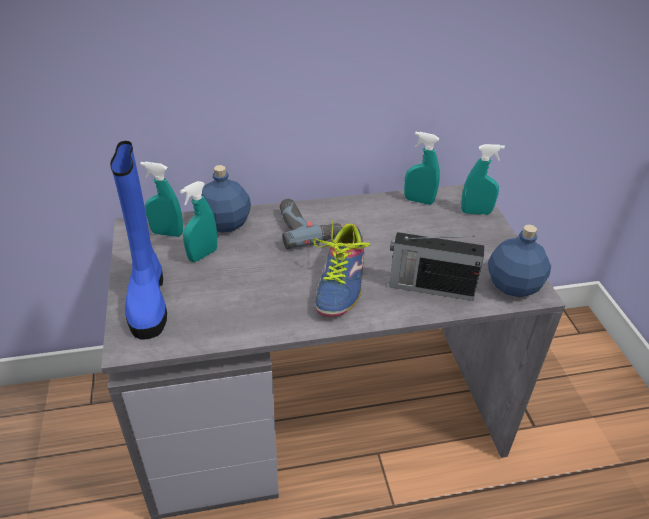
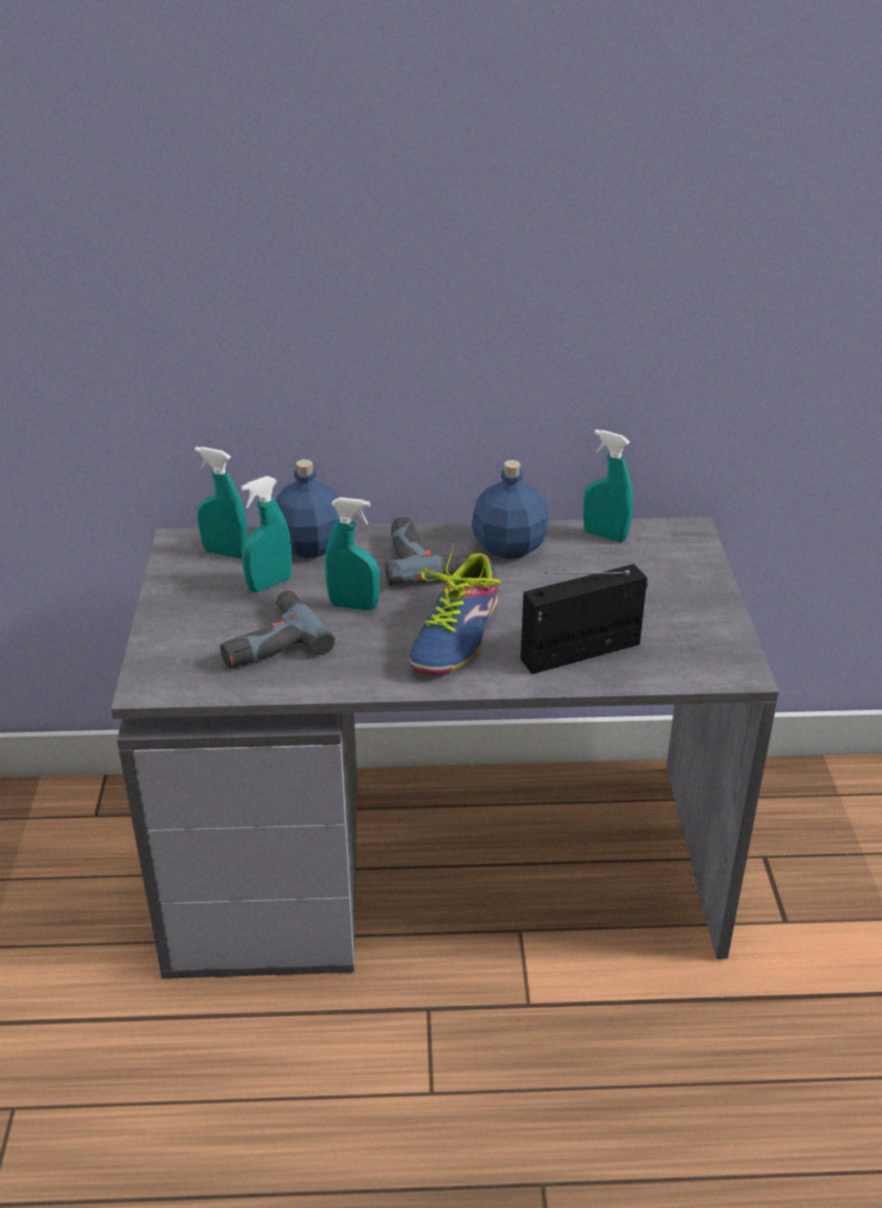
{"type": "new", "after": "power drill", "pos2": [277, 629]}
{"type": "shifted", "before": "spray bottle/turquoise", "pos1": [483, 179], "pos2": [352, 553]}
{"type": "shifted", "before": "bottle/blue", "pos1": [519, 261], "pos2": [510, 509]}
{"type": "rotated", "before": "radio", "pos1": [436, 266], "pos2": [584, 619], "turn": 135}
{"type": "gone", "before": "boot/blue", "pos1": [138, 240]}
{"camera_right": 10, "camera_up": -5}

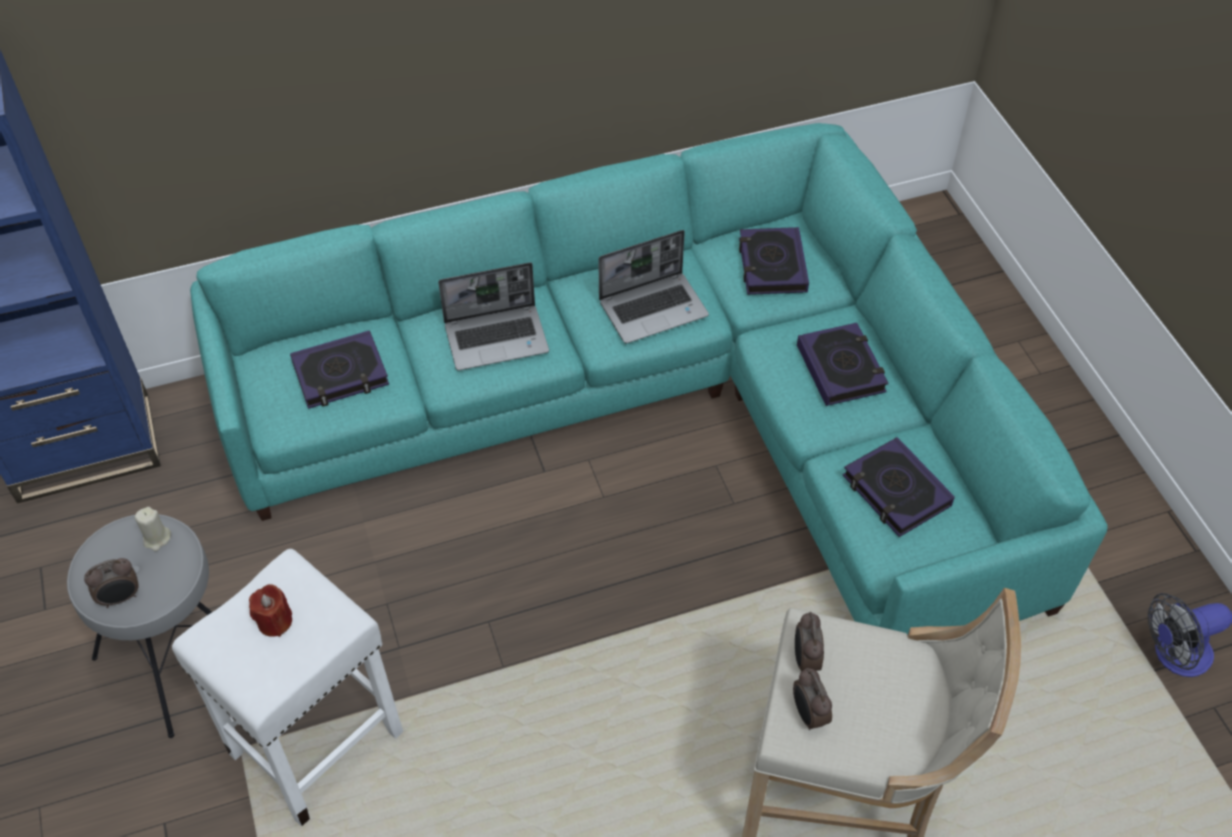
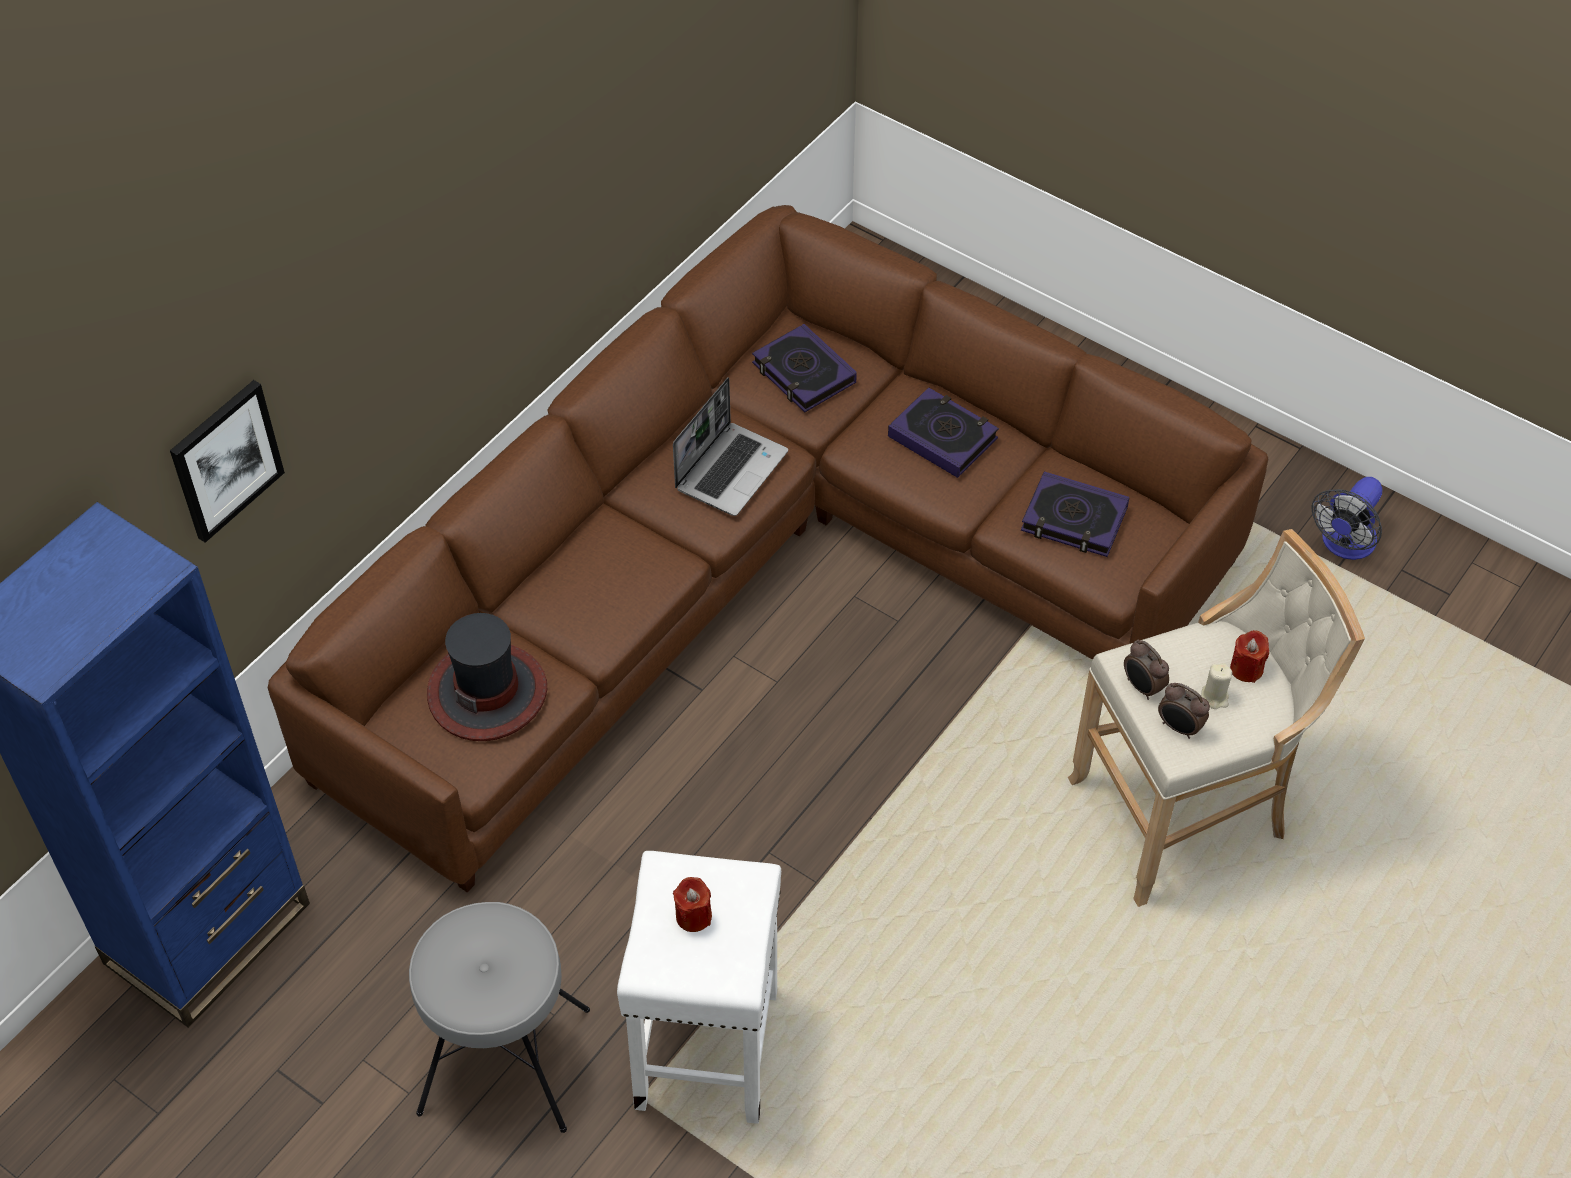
{"type": "new", "after": "picture", "pos2": [227, 461]}
{"type": "repainted", "before": "sofa/turquoise", "after": "sofa/brown", "pos1": [649, 379], "pos2": [768, 549]}
{"type": "swapped", "before": "book", "after": "hat", "pos1": [339, 369], "pos2": [487, 677]}
{"type": "shifted", "before": "candle/beige", "pos1": [153, 529], "pos2": [1216, 686]}
{"type": "new", "after": "candle/red", "pos2": [1249, 656]}
{"type": "gone", "before": "alarm clock", "pos1": [111, 583]}
{"type": "gone", "before": "laptop", "pos1": [493, 316]}
{"camera_right": -35, "camera_up": 0}

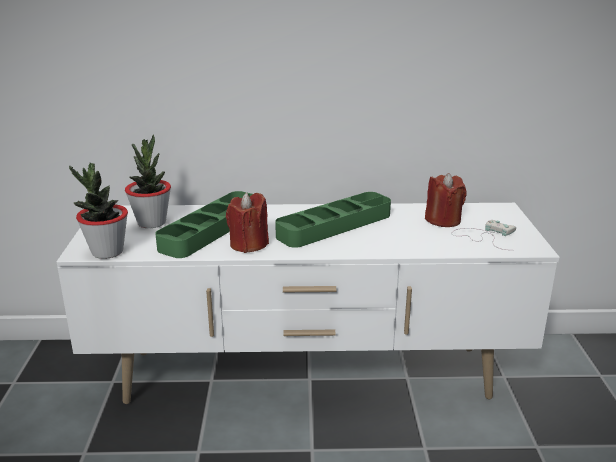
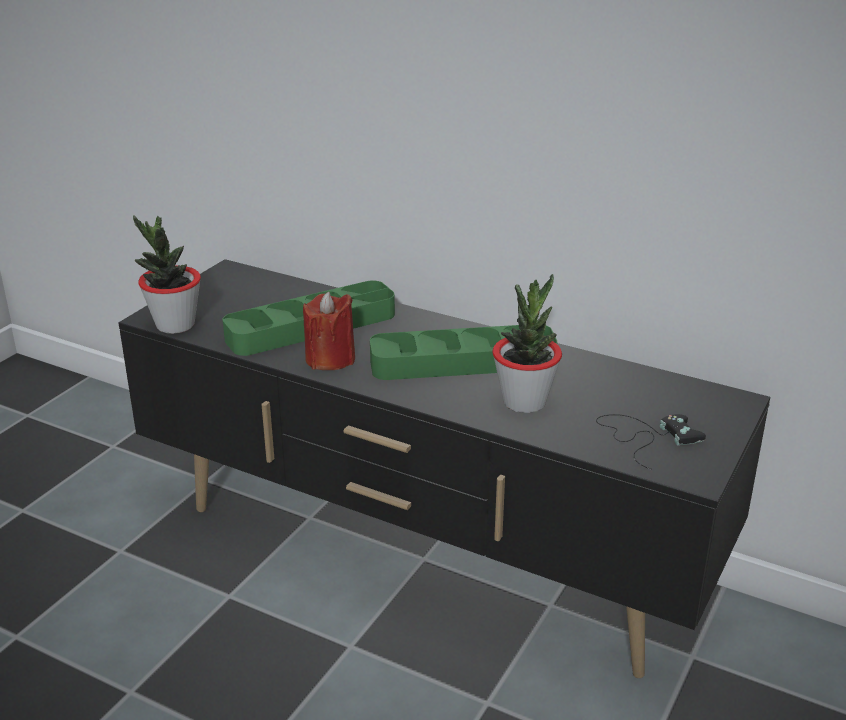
{"type": "repainted", "before": "tv stand/white", "after": "tv stand/black", "pos1": [308, 303], "pos2": [444, 468]}
{"type": "shifted", "before": "potted plant", "pos1": [148, 181], "pos2": [527, 343]}
{"type": "repainted", "before": "game controller/white", "after": "game controller/black", "pos1": [483, 235], "pos2": [651, 442]}
{"type": "gone", "before": "candle/red", "pos1": [445, 200]}
{"camera_right": 30, "camera_up": 5}

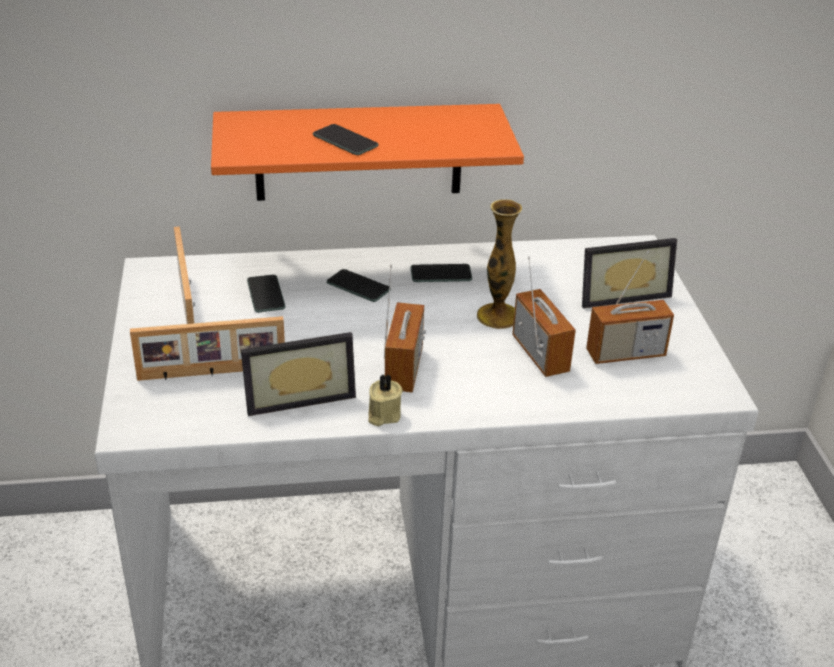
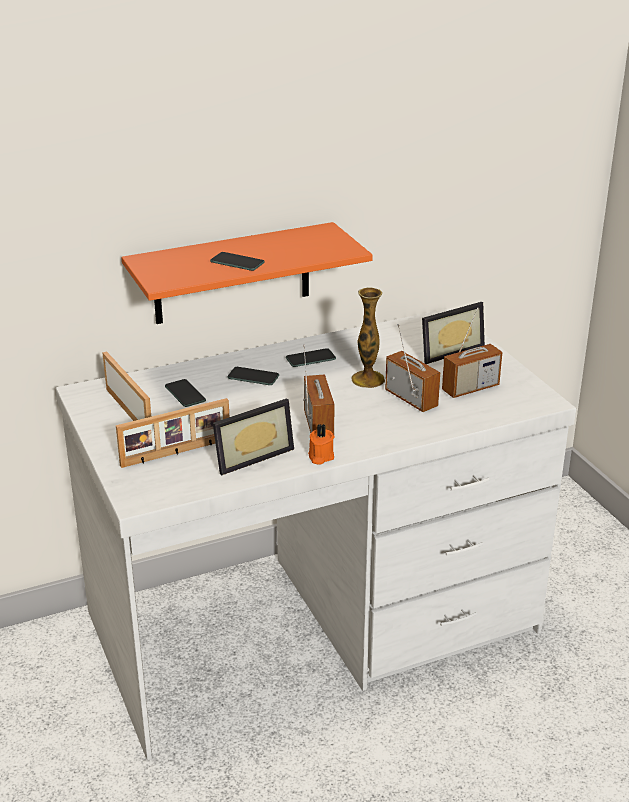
{"type": "repainted", "before": "candle/beige", "after": "candle/orange", "pos1": [385, 400], "pos2": [321, 444]}
{"camera_right": -15, "camera_up": -5}

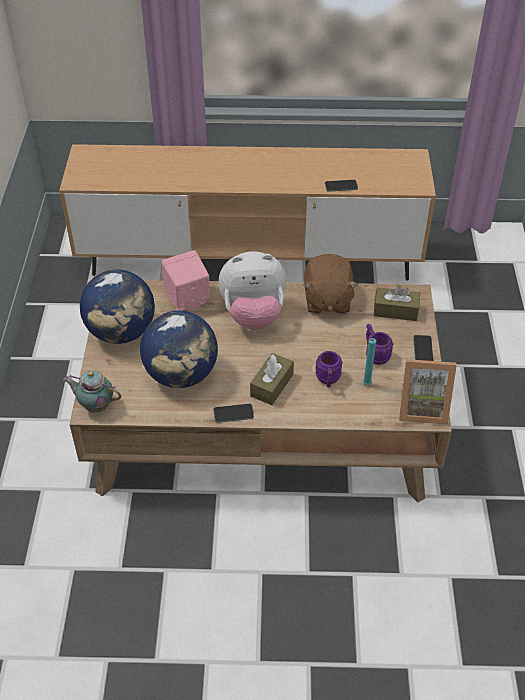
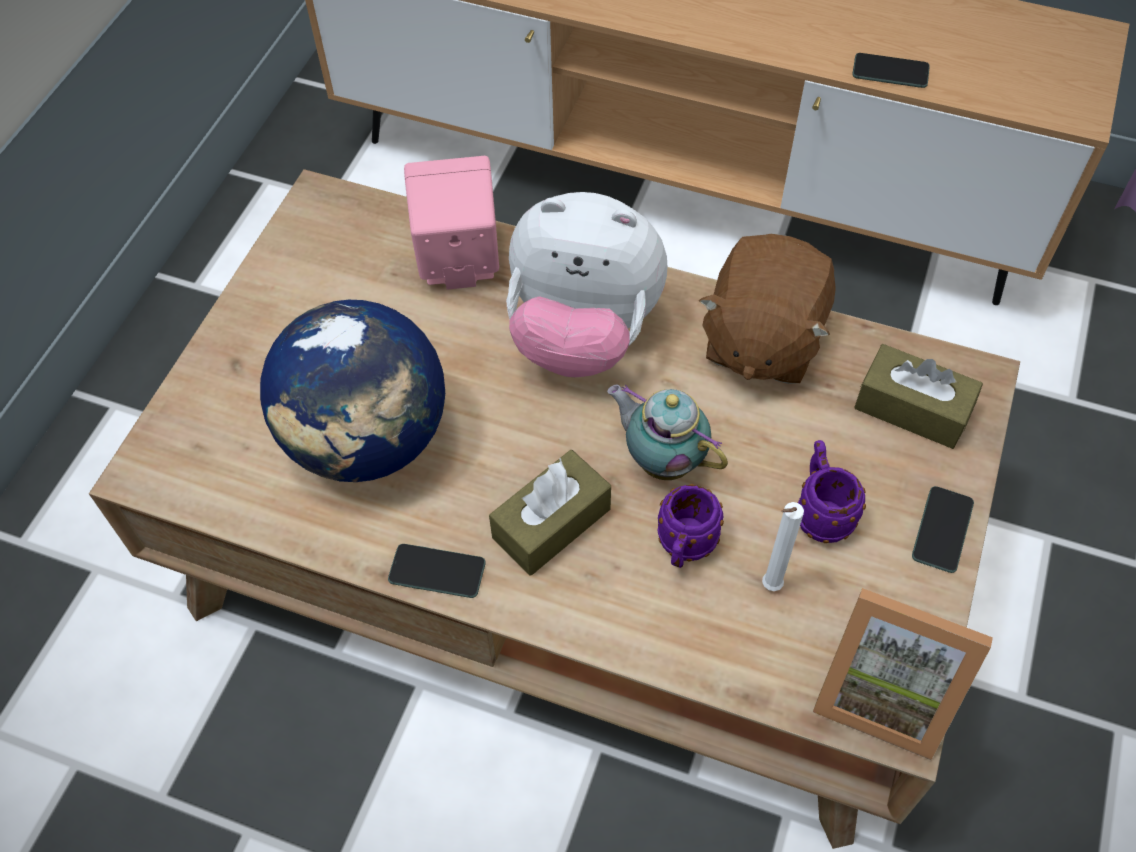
{"type": "shifted", "before": "teapot", "pos1": [92, 391], "pos2": [667, 432]}
{"type": "repainted", "before": "candle/turquoise", "after": "candle/white", "pos1": [369, 361], "pos2": [783, 546]}
{"type": "gone", "before": "globe", "pos1": [117, 307]}
{"camera_right": 20, "camera_up": 10}

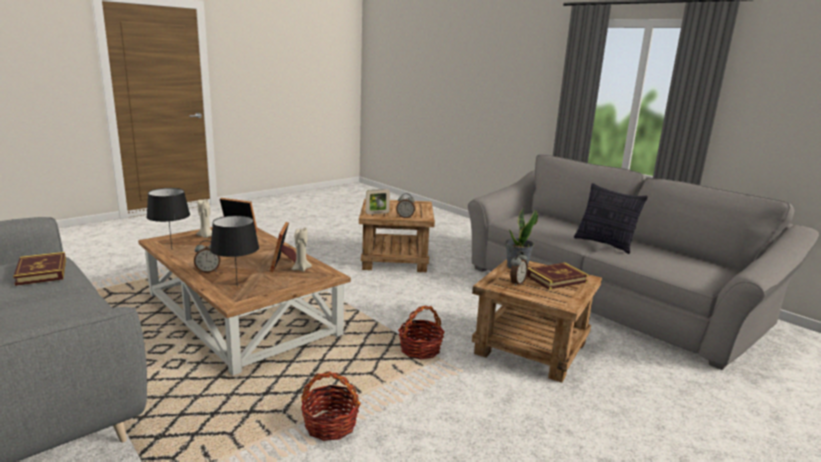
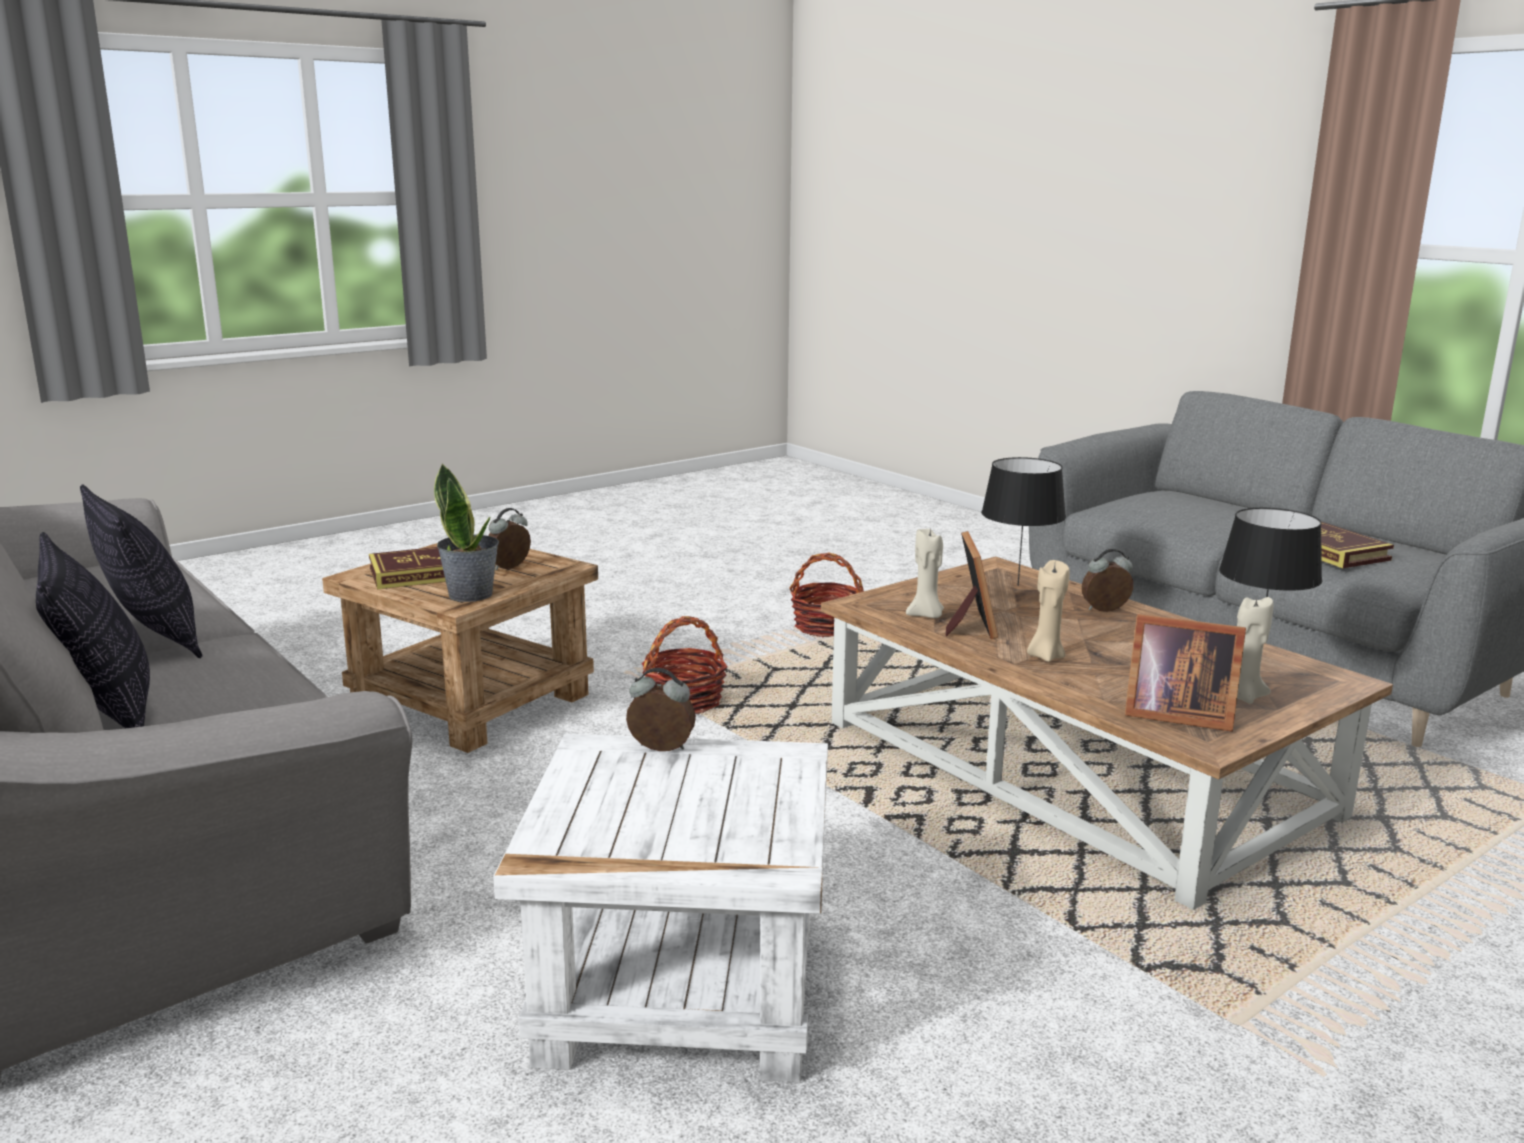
{"type": "new", "after": "pillow", "pos2": [93, 630]}
{"type": "repainted", "before": "side table/brown", "after": "side table/white", "pos1": [397, 235], "pos2": [660, 908]}
{"type": "new", "after": "candle/beige", "pos2": [1048, 611]}
{"type": "gone", "before": "picture frame", "pos1": [378, 201]}
{"camera_right": -175, "camera_up": 0}

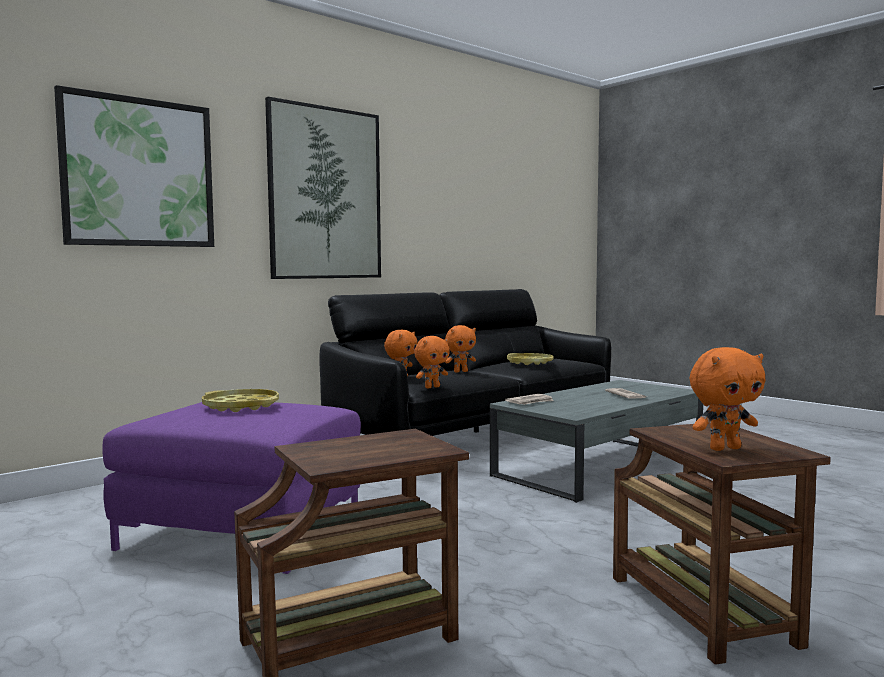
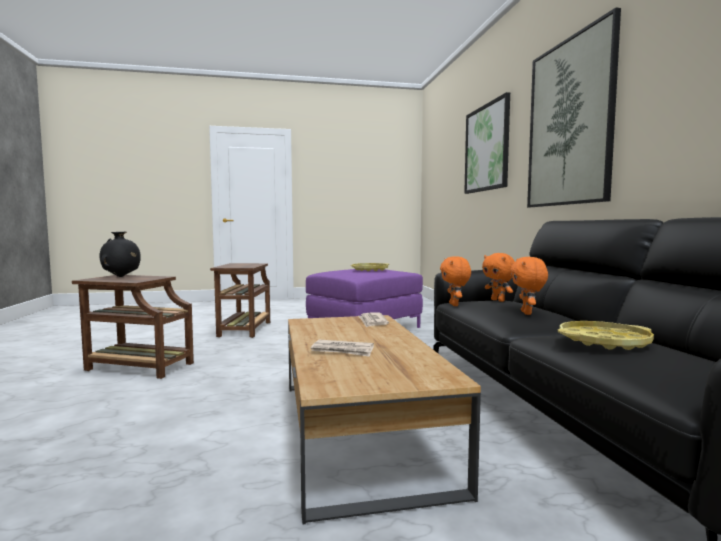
{"type": "swapped", "before": "plush toy/orange", "after": "vase/black", "pos1": [728, 399], "pos2": [120, 254]}
{"type": "repainted", "before": "coffee table/grey", "after": "coffee table/brown", "pos1": [596, 441], "pos2": [384, 419]}
{"camera_right": 120, "camera_up": 0}

